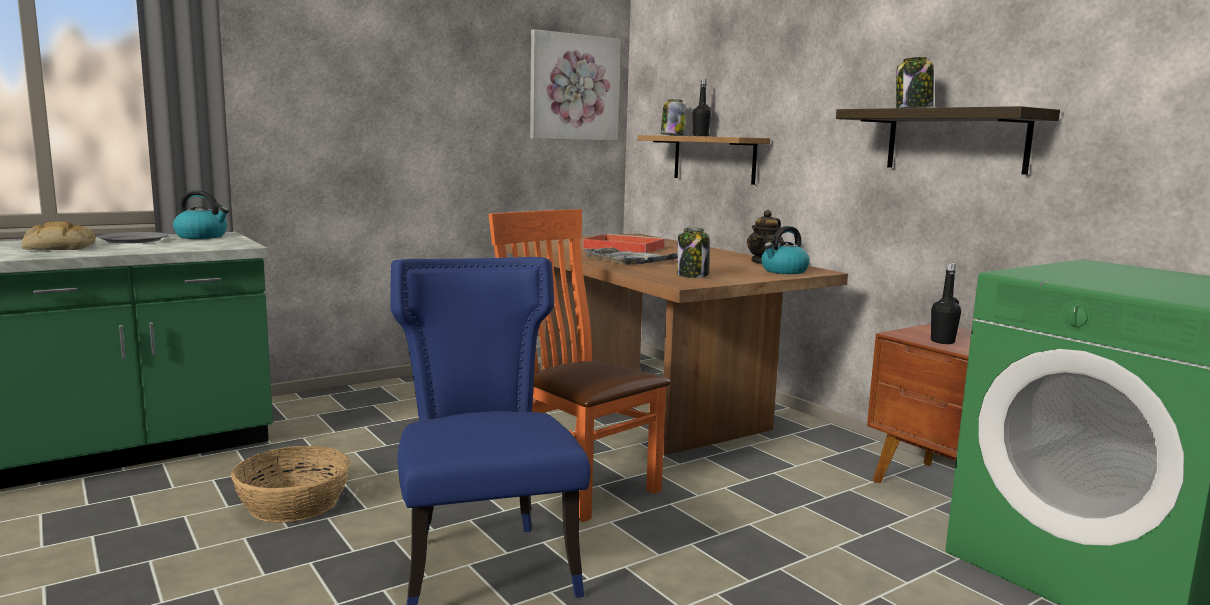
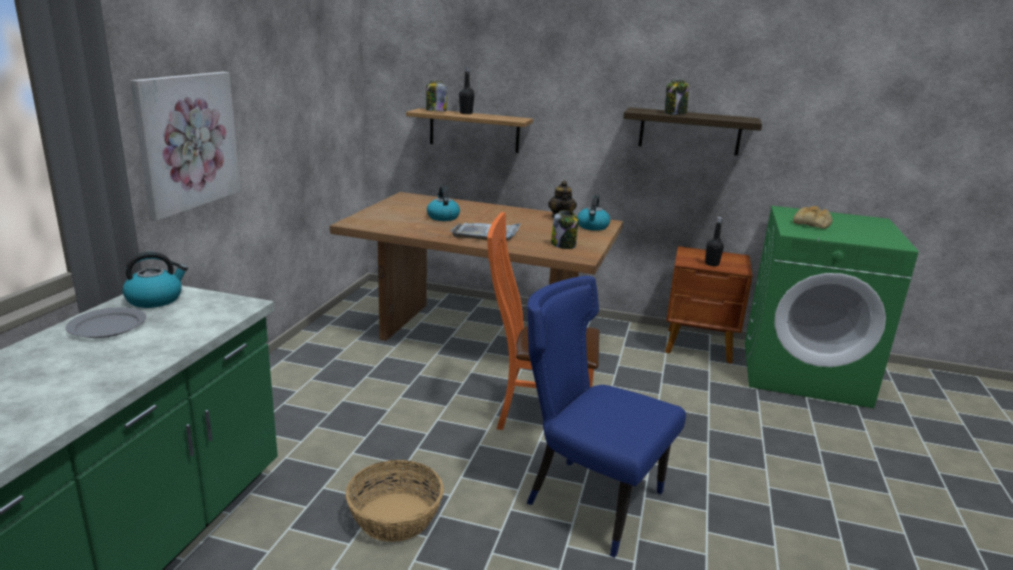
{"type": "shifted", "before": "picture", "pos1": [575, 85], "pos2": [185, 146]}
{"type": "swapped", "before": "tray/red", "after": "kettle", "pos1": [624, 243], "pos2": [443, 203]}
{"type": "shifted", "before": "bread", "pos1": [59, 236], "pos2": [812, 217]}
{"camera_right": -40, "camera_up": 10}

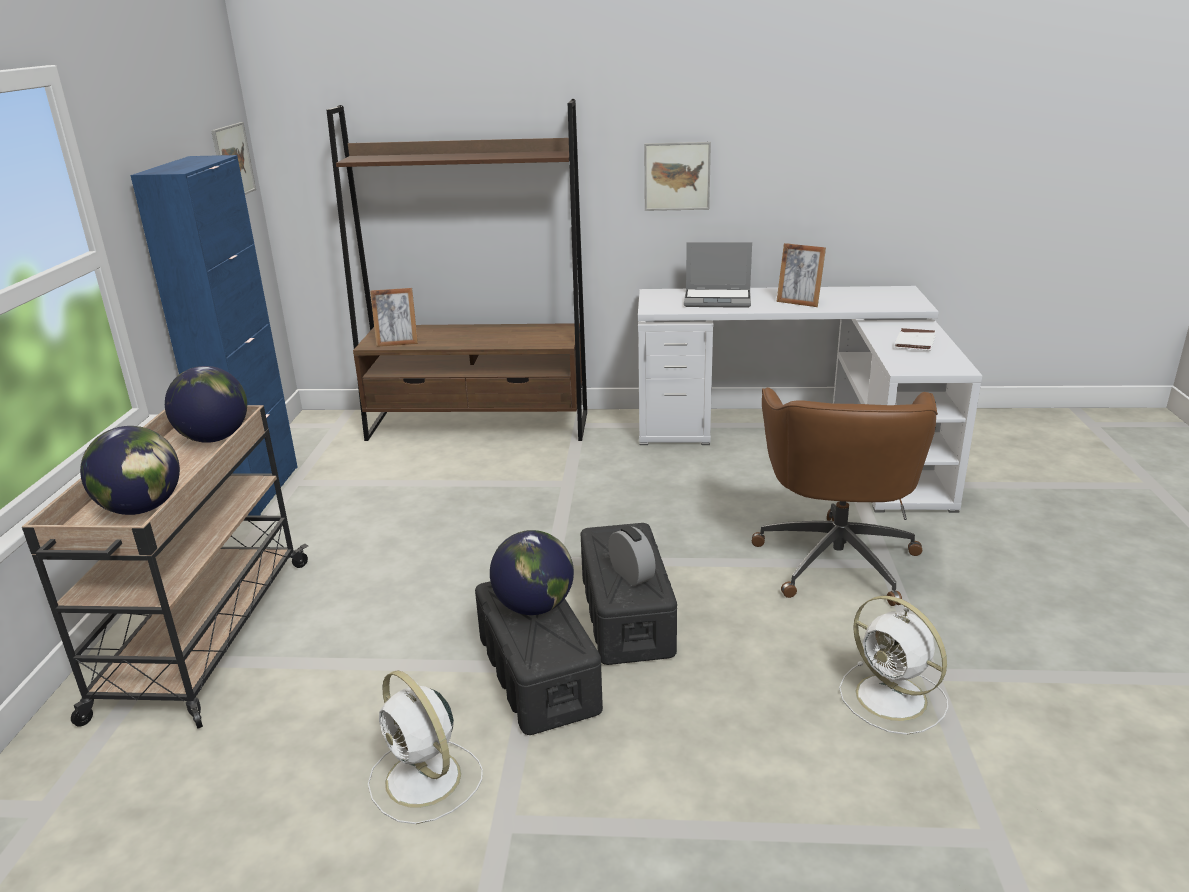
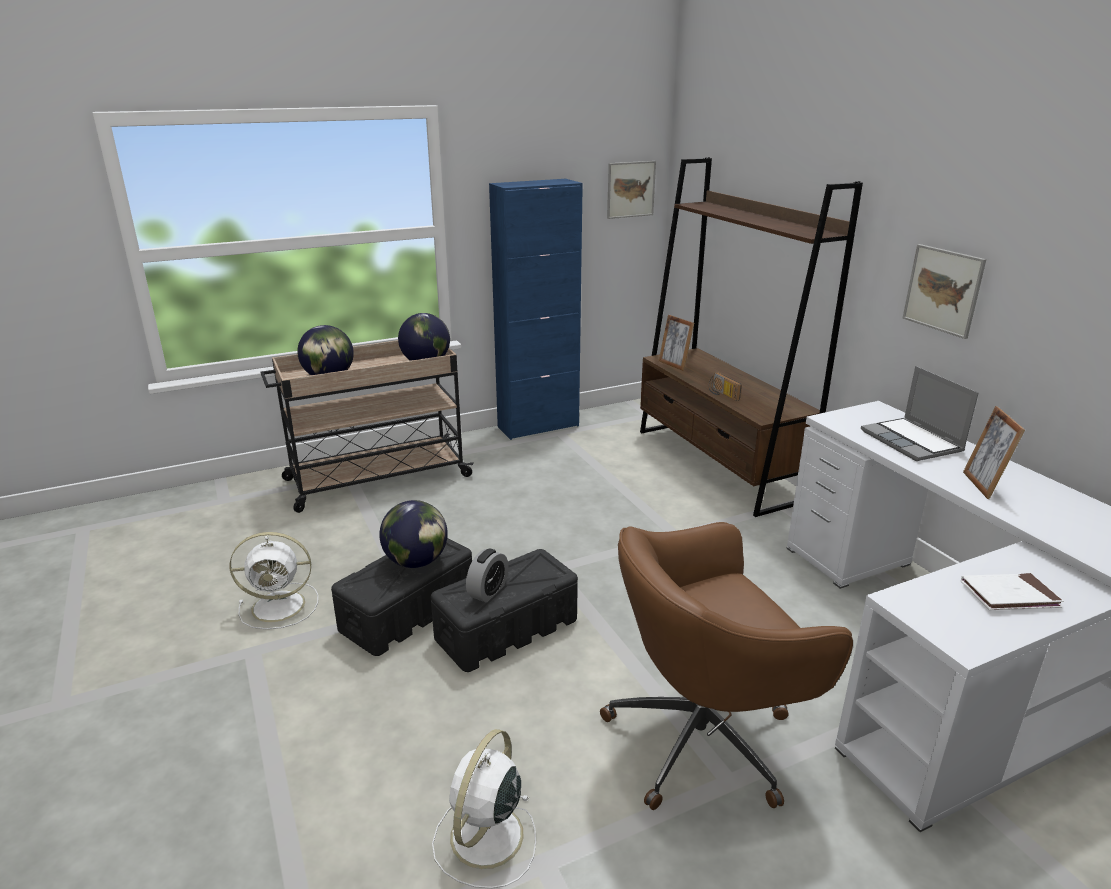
{"type": "rotated", "before": "fan/white", "pos1": [425, 747], "pos2": [274, 580], "turn": -120}
{"type": "new", "after": "radio", "pos2": [725, 386]}
{"camera_right": 60, "camera_up": 0}

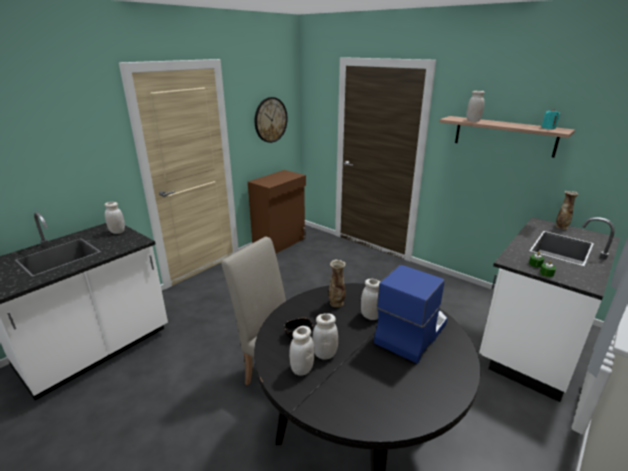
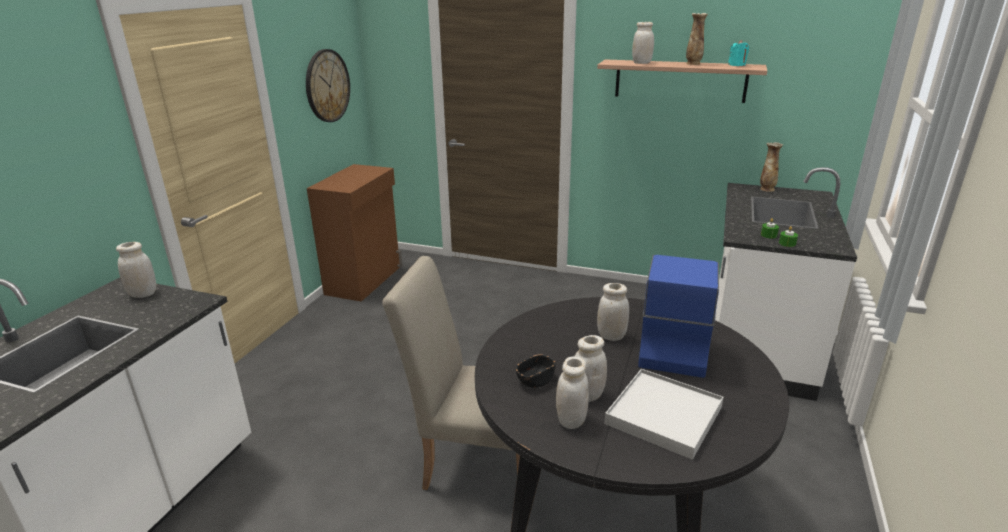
{"type": "new", "after": "tray/white", "pos2": [664, 414]}
{"type": "shifted", "before": "vase", "pos1": [337, 283], "pos2": [697, 39]}
{"camera_right": -20, "camera_up": 0}

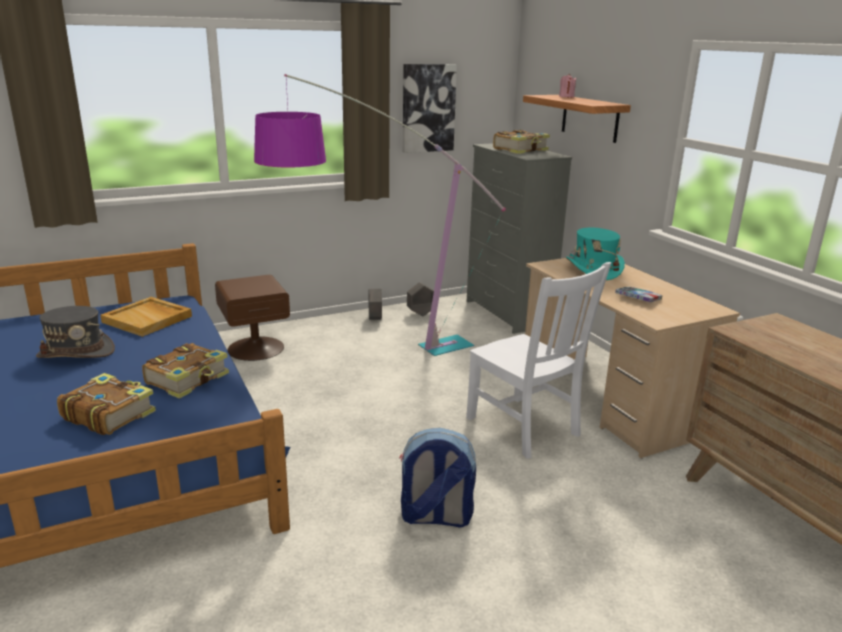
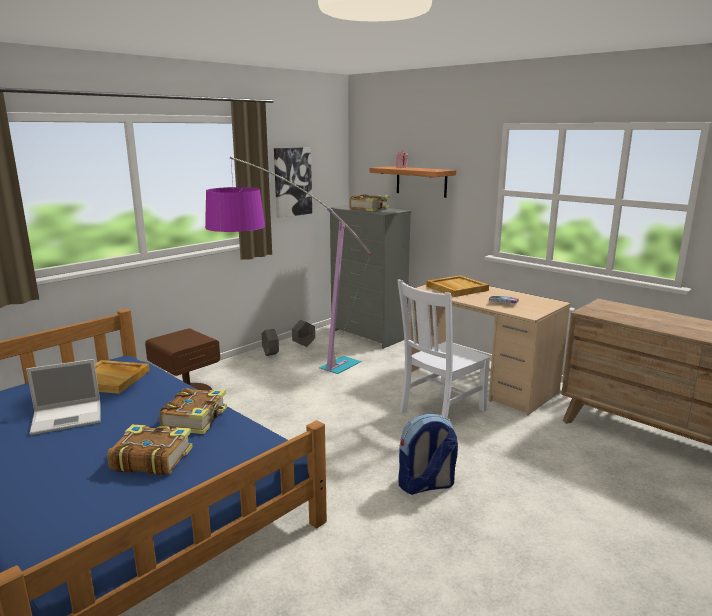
{"type": "swapped", "before": "hat/grey", "after": "laptop", "pos1": [75, 332], "pos2": [63, 397]}
{"type": "rotated", "before": "chair/white", "pos1": [538, 360], "pos2": [443, 348], "turn": 105}
{"type": "swapped", "before": "hat/turquoise", "after": "tray/beige", "pos1": [595, 254], "pos2": [457, 286]}
{"camera_right": -20, "camera_up": -5}

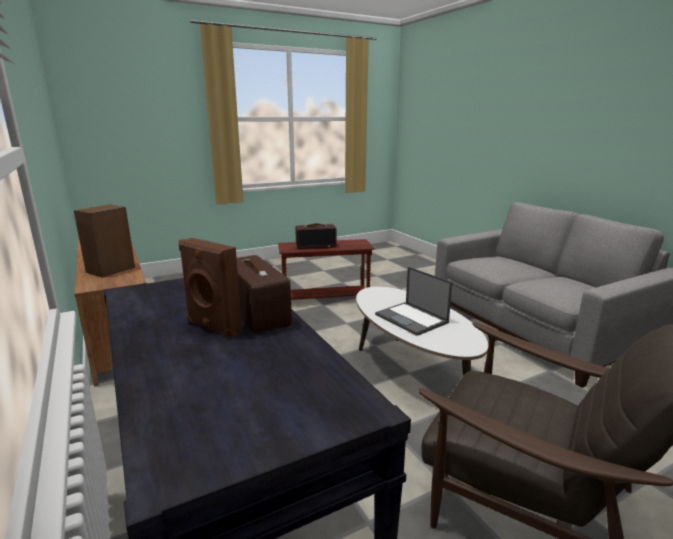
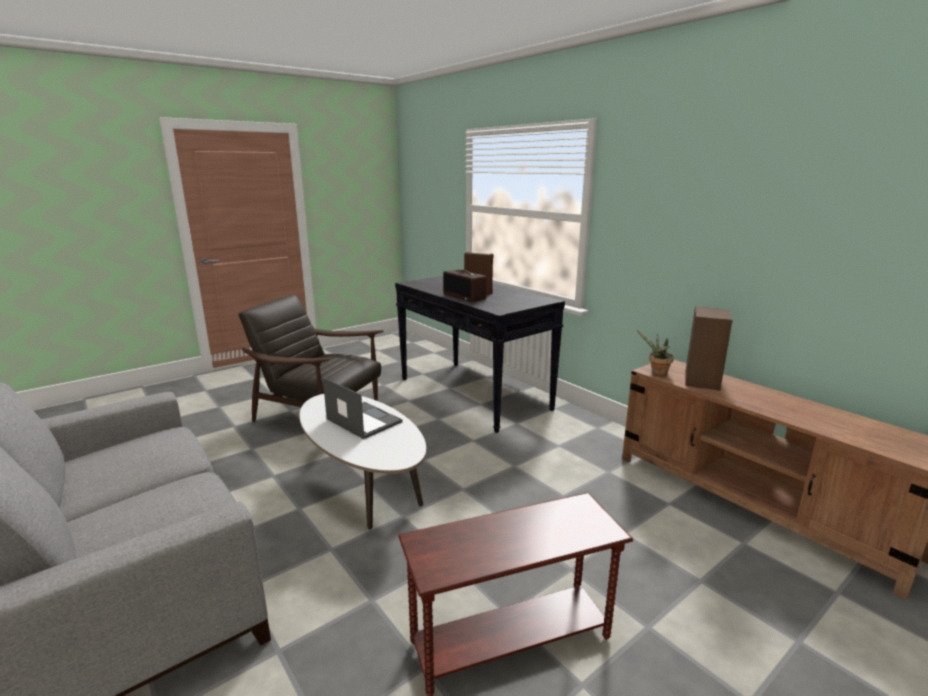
{"type": "new", "after": "potted plant", "pos2": [655, 353]}
{"type": "gone", "before": "radio", "pos1": [316, 236]}
{"camera_right": 170, "camera_up": 0}

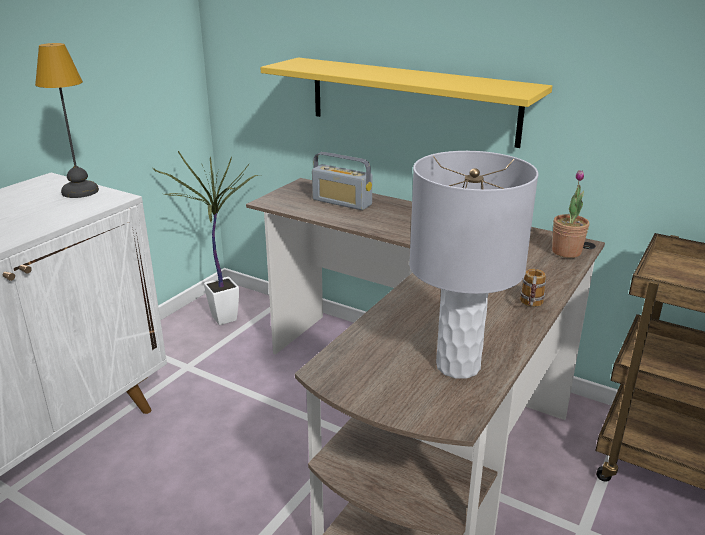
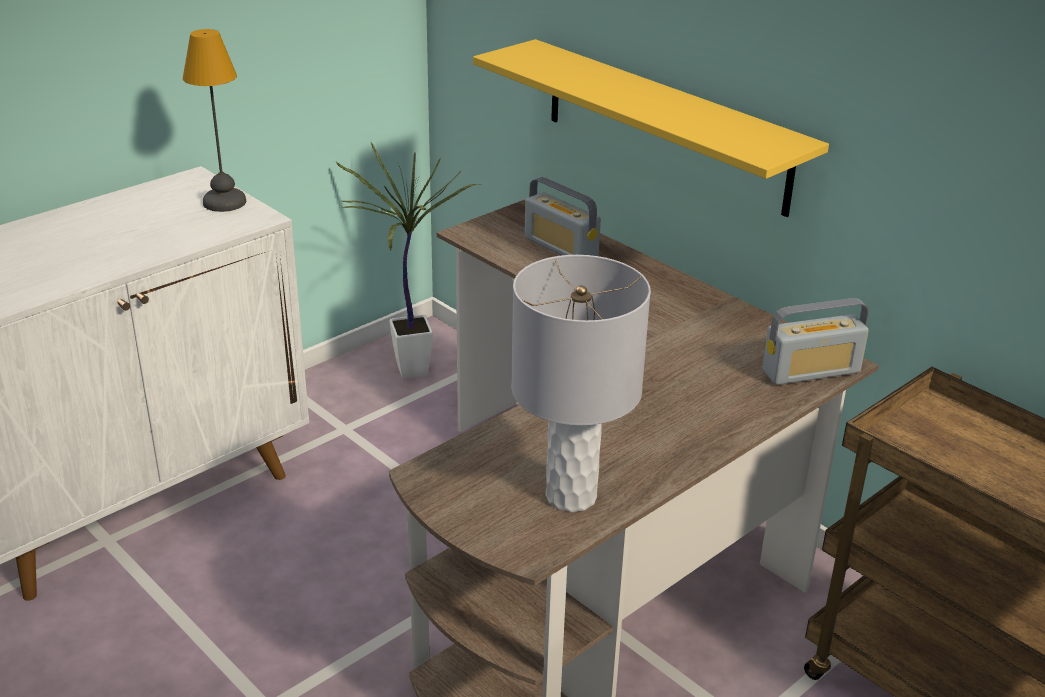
{"type": "swapped", "before": "potted plant", "after": "radio", "pos1": [570, 214], "pos2": [815, 341]}
{"type": "gone", "before": "mug", "pos1": [533, 288]}
{"camera_right": 15, "camera_up": 5}

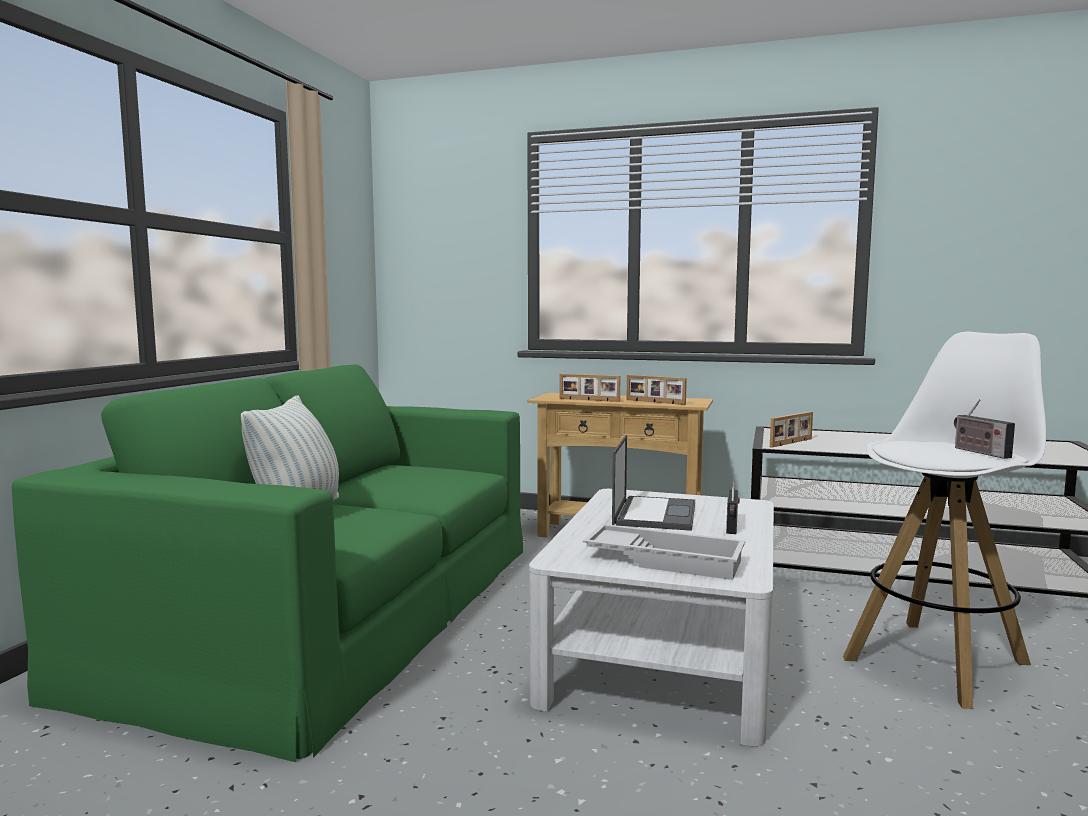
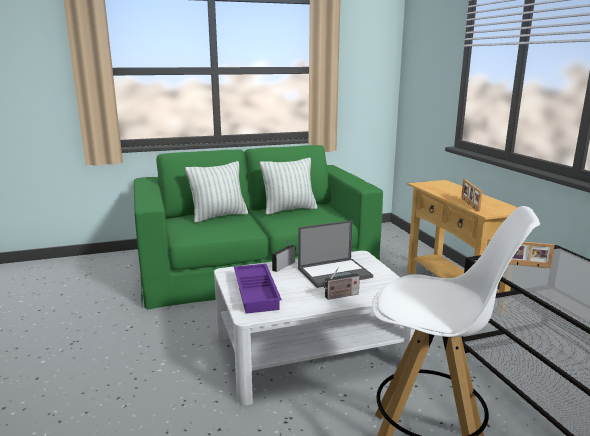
{"type": "repainted", "before": "tray/white", "after": "tray/purple", "pos1": [664, 552], "pos2": [258, 289]}
{"type": "new", "after": "pillow", "pos2": [288, 186]}
{"type": "shifted", "before": "radio", "pos1": [984, 429], "pos2": [284, 255]}
{"type": "gone", "before": "picture frame", "pos1": [590, 388]}
{"camera_right": 55, "camera_up": 10}

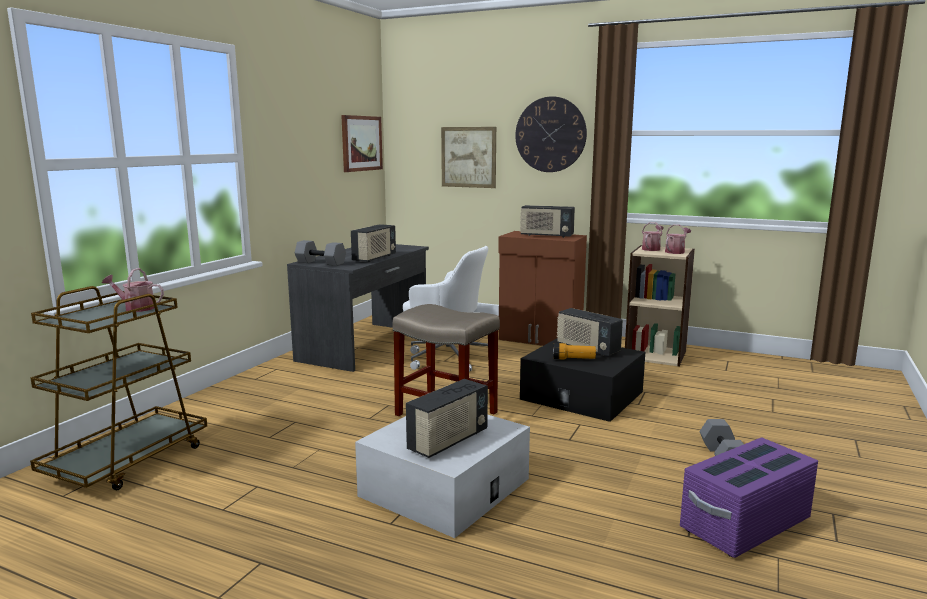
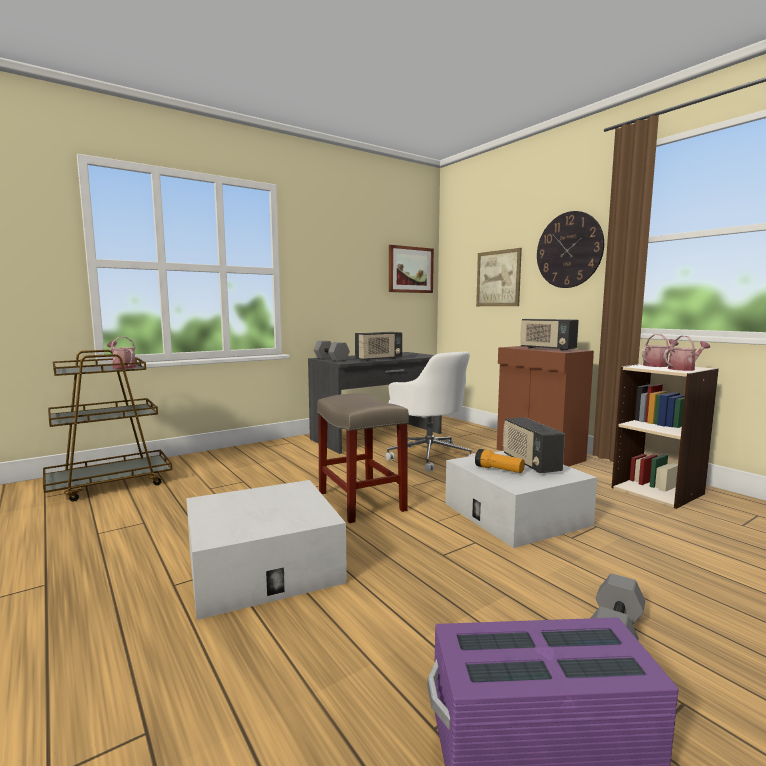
{"type": "repainted", "before": "storage box/black", "after": "storage box/white", "pos1": [582, 380], "pos2": [521, 499]}
{"type": "gone", "before": "radio", "pos1": [447, 418]}
{"camera_right": 30, "camera_up": -5}

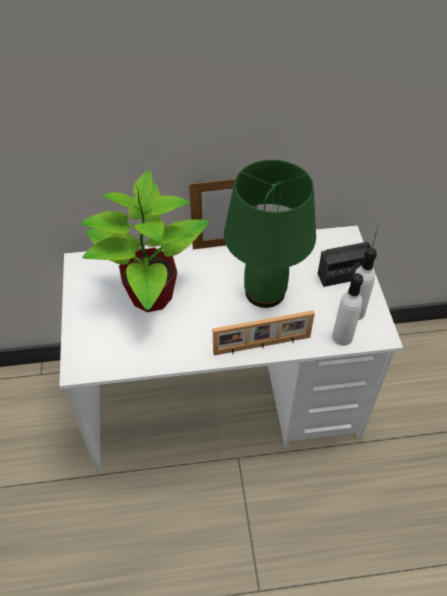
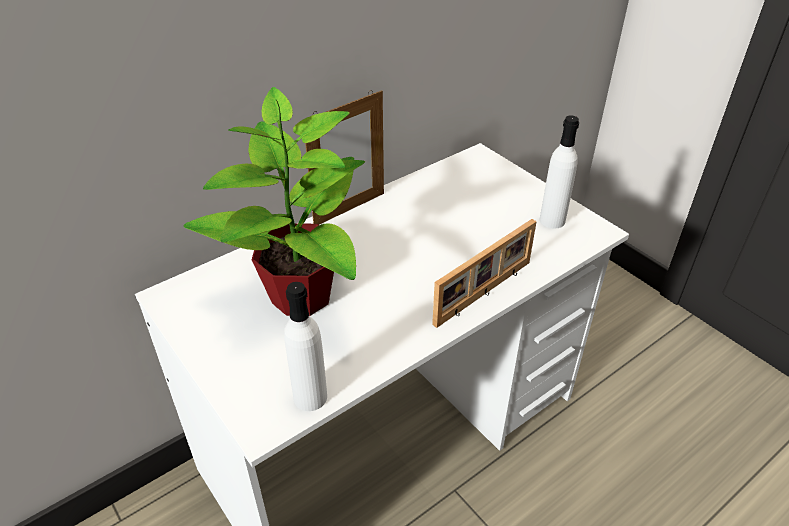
{"type": "shifted", "before": "bottle/white", "pos1": [347, 309], "pos2": [305, 346]}
{"type": "gone", "before": "table lamp/green", "pos1": [270, 234]}
{"type": "gone", "before": "radio", "pos1": [348, 256]}
{"camera_right": -30, "camera_up": -10}

